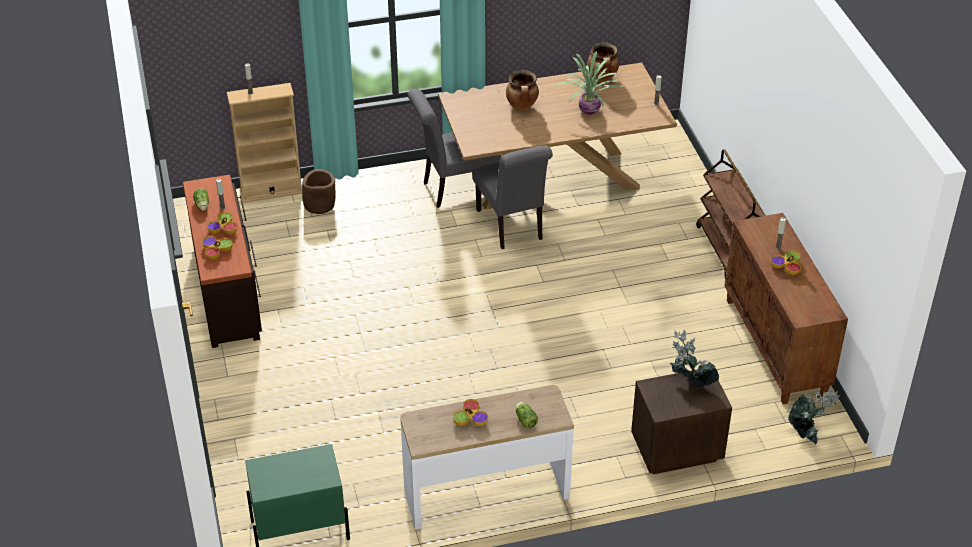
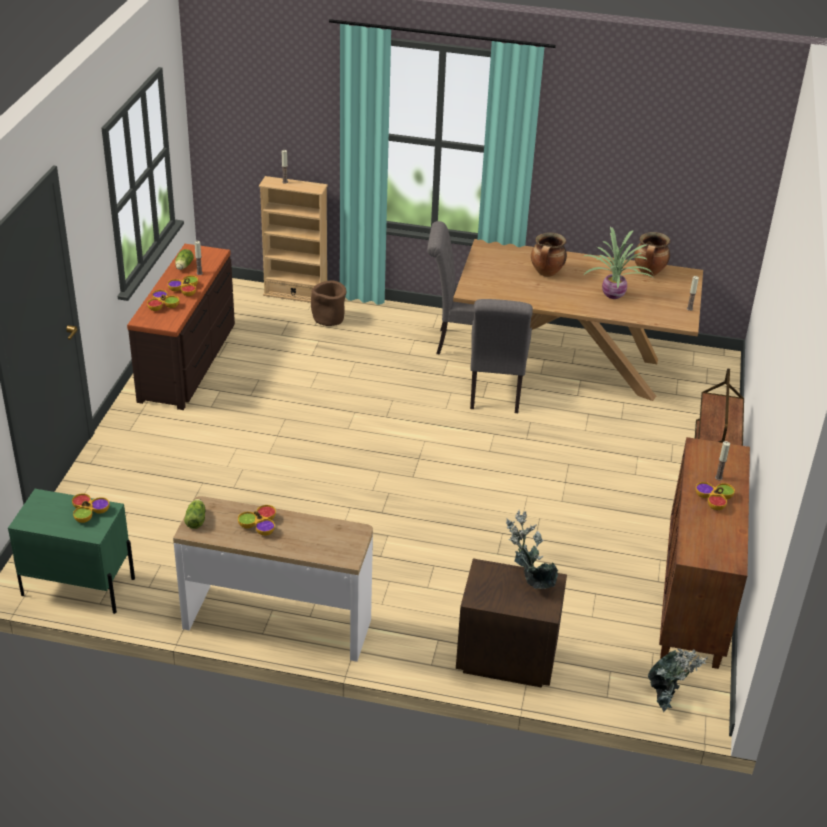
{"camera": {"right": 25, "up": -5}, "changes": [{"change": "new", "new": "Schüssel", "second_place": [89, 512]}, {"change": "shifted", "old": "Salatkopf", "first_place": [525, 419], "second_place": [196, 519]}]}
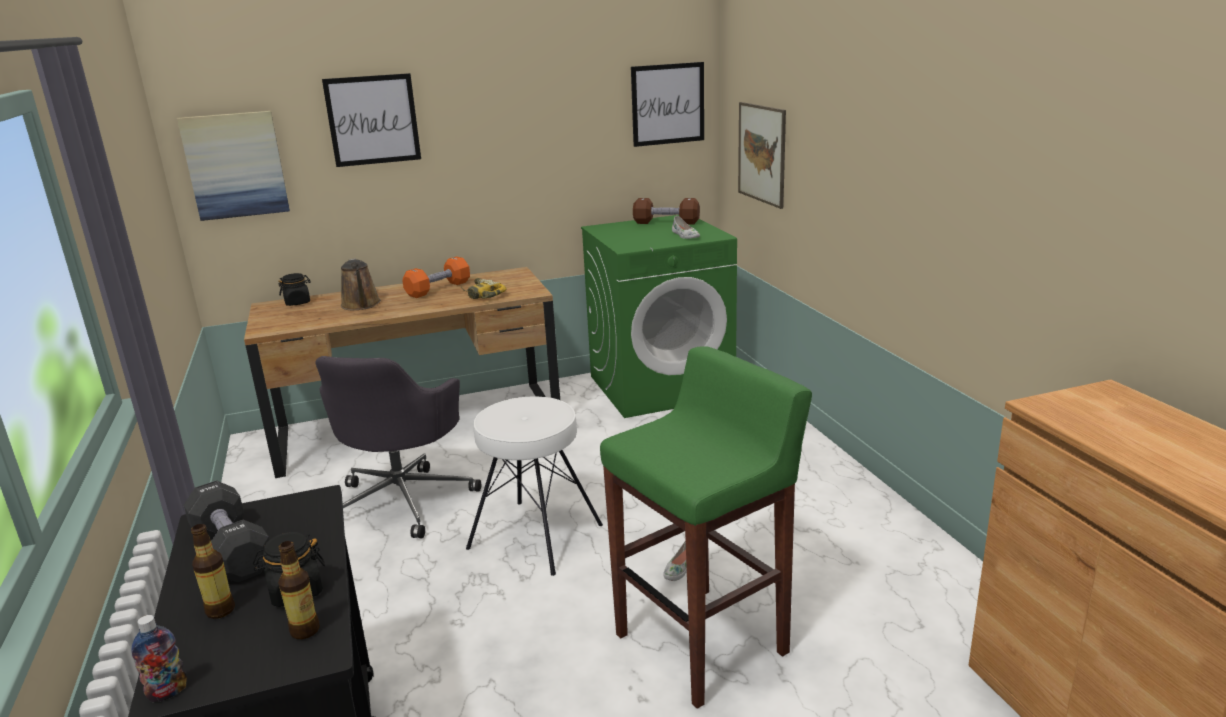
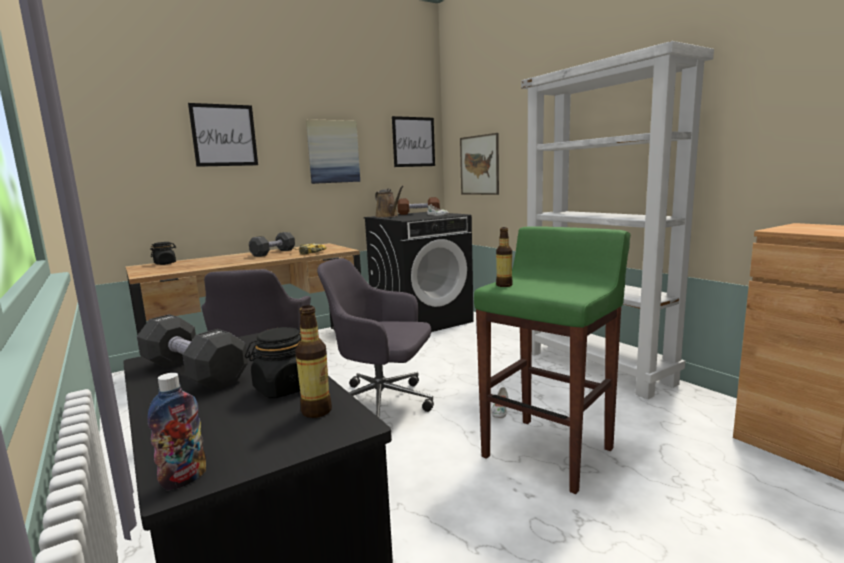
{"camera": {"right": -15, "up": -10}, "changes": [{"change": "repainted", "old": "Hantel [orange]", "new": "Hantel [schwarz]", "first_place": [438, 289], "second_place": [273, 253]}, {"change": "shifted", "old": "Bild", "first_place": [235, 165], "second_place": [333, 152]}, {"change": "swapped", "old": "Hocker [weiß]", "new": "Bürostuhl [grau]", "first_place": [535, 535], "second_place": [382, 406]}, {"change": "repainted", "old": "Waschmaschine [grün]", "new": "Waschmaschine [schwarz]", "first_place": [661, 386], "second_place": [421, 321]}, {"change": "shifted", "old": "Gießkanne [braun]", "first_place": [361, 305], "second_place": [388, 216]}, {"change": "shifted", "old": "Flasche", "first_place": [220, 610], "second_place": [504, 285]}, {"change": "new", "new": "Bücherregal [weiß]", "second_place": [597, 367]}]}
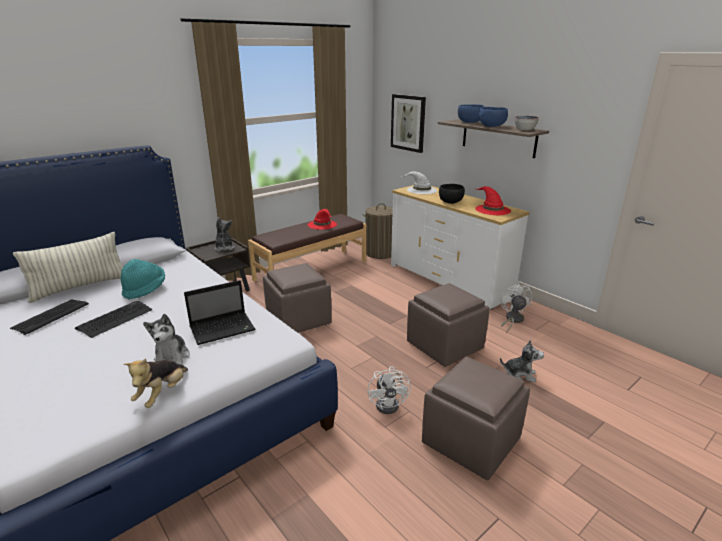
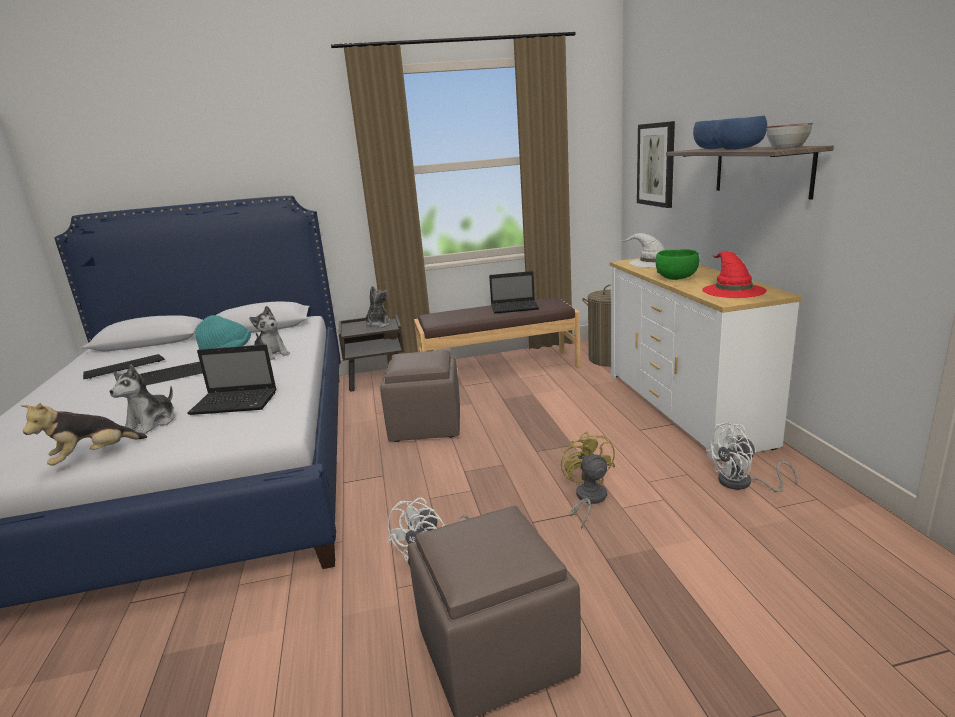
{"camera": {"right": 30, "up": -5}, "changes": [{"change": "shifted", "old": "Plüschtier", "first_place": [520, 374], "second_place": [271, 354]}, {"change": "swapped", "old": "Hut [rot]", "new": "Laptop", "first_place": [322, 224], "second_place": [515, 308]}, {"change": "swapped", "old": "Polsterhocker [braun]", "new": "Ventilator [gelb]", "first_place": [444, 346], "second_place": [588, 499]}, {"change": "repainted", "old": "Schüssel [schwarz]", "new": "Schüssel [grün]", "first_place": [451, 202], "second_place": [677, 278]}, {"change": "rotated", "old": "Ventilator [weiß]", "first_place": [512, 320], "second_place": [742, 483], "degrees": -135}, {"change": "gone", "old": "Kissen", "first_place": [80, 287]}]}
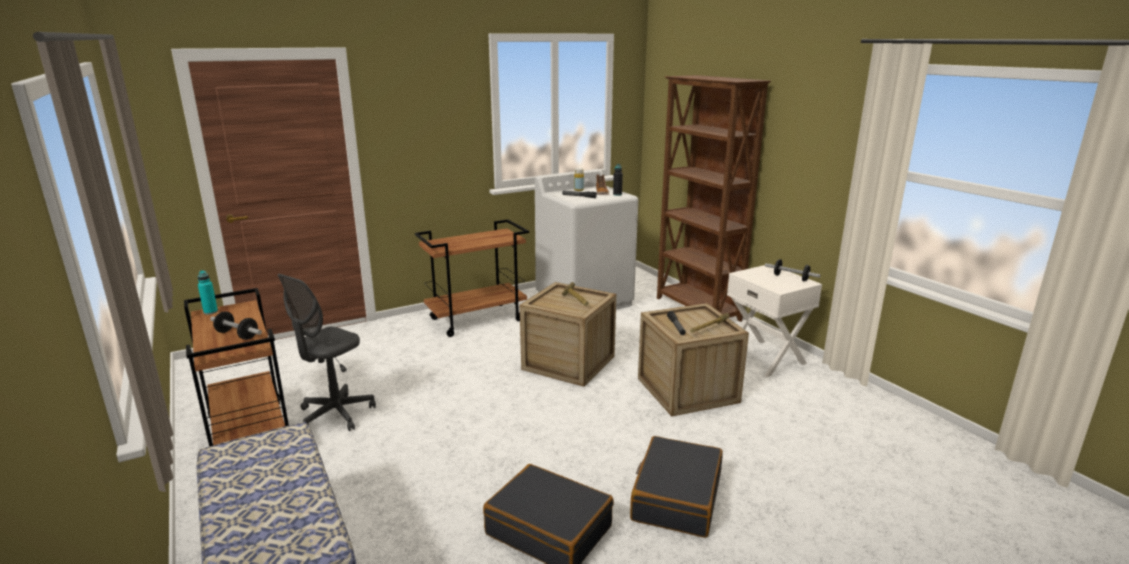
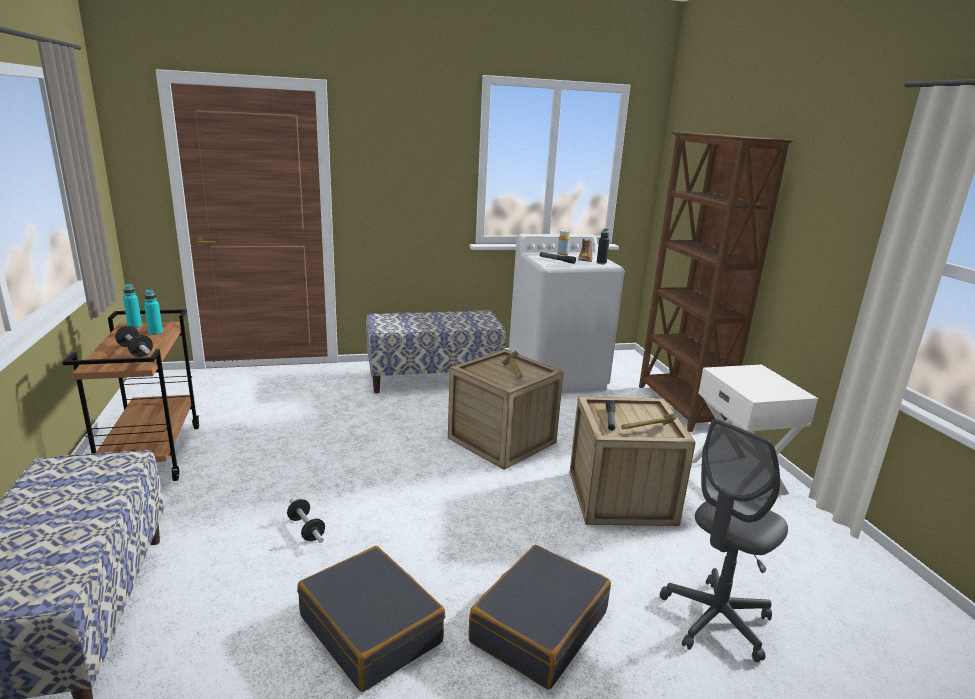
{"camera": {"right": 15, "up": 0}, "changes": [{"change": "new", "new": "Flasche [türkis]", "second_place": [155, 333]}, {"change": "shifted", "old": "Hantel", "first_place": [790, 278], "second_place": [306, 529]}, {"change": "swapped", "old": "Rollwagen [braun]", "new": "Bank", "first_place": [477, 319], "second_place": [434, 378]}, {"change": "shifted", "old": "Bürostuhl [grau]", "first_place": [335, 414], "second_place": [715, 620]}]}
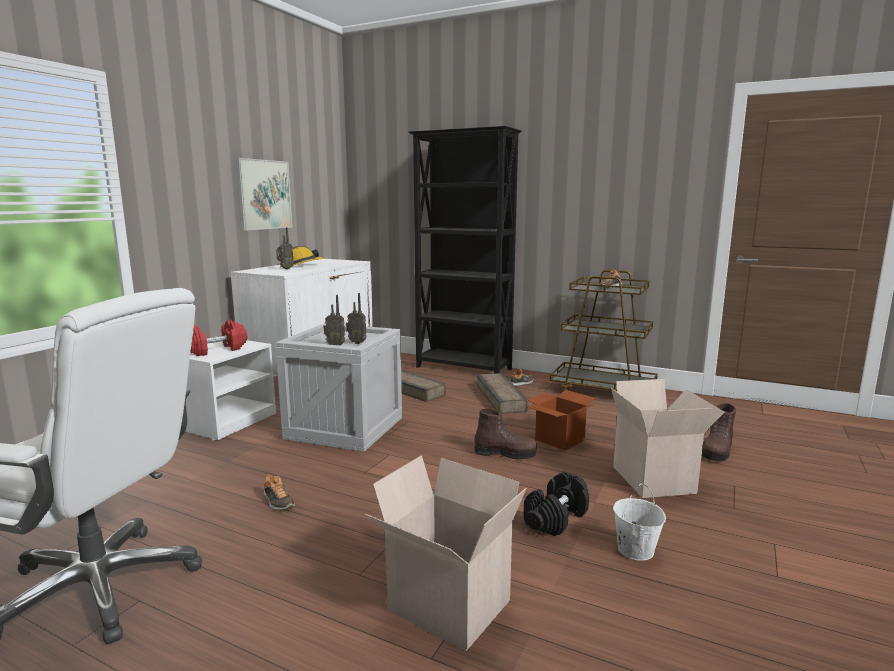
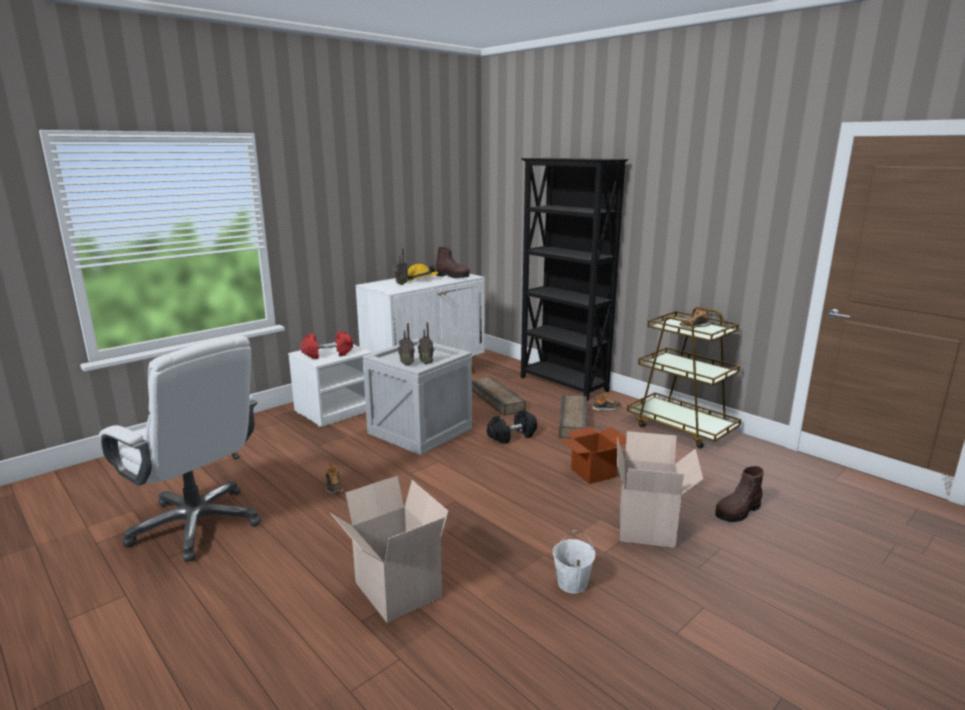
{"camera": {"right": 20, "up": 5}, "changes": [{"change": "shifted", "old": "Stiefel [braun]", "first_place": [505, 453], "second_place": [452, 276]}, {"change": "shifted", "old": "Hantel [schwarz]", "first_place": [556, 518], "second_place": [512, 436]}, {"change": "gone", "old": "Bild", "first_place": [264, 194]}]}
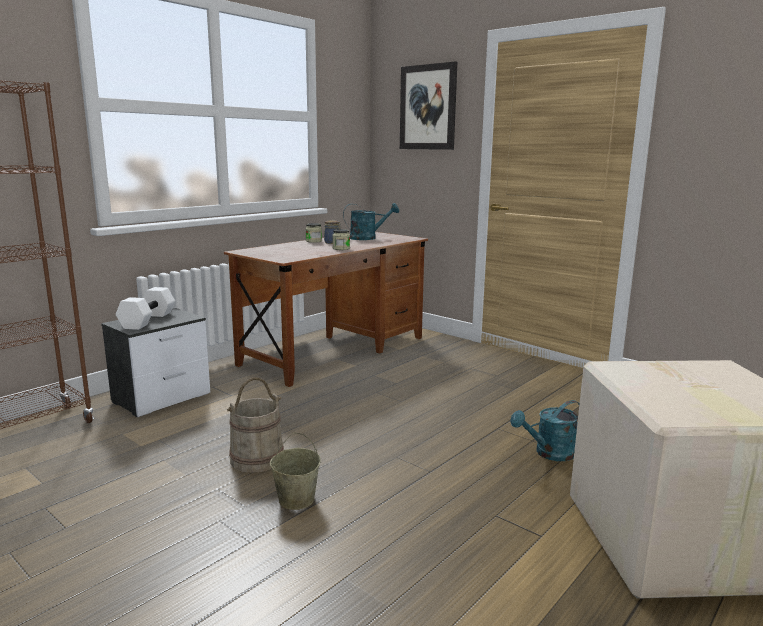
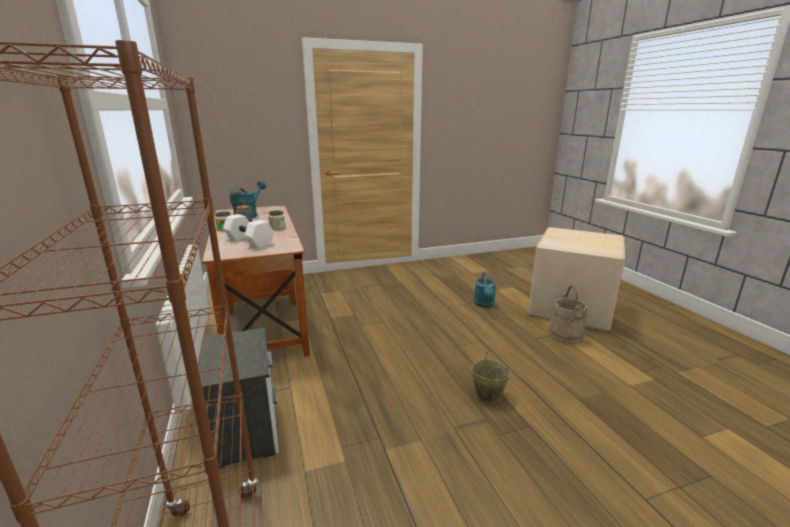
{"camera": {"right": -60, "up": 5}, "changes": [{"change": "shifted", "old": "Hantel [weiß]", "first_place": [147, 320], "second_place": [248, 241]}, {"change": "shifted", "old": "Eimer [beige]", "first_place": [257, 458], "second_place": [565, 335]}, {"change": "gone", "old": "Bild", "first_place": [428, 107]}]}
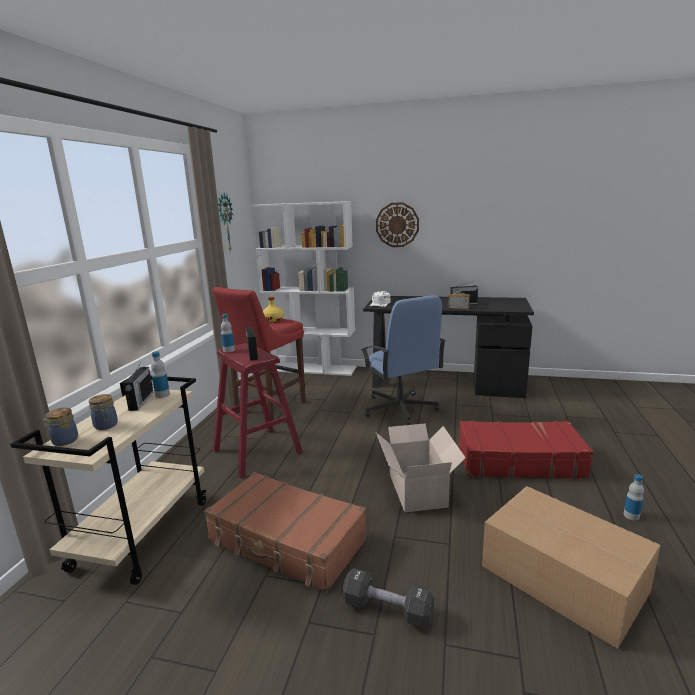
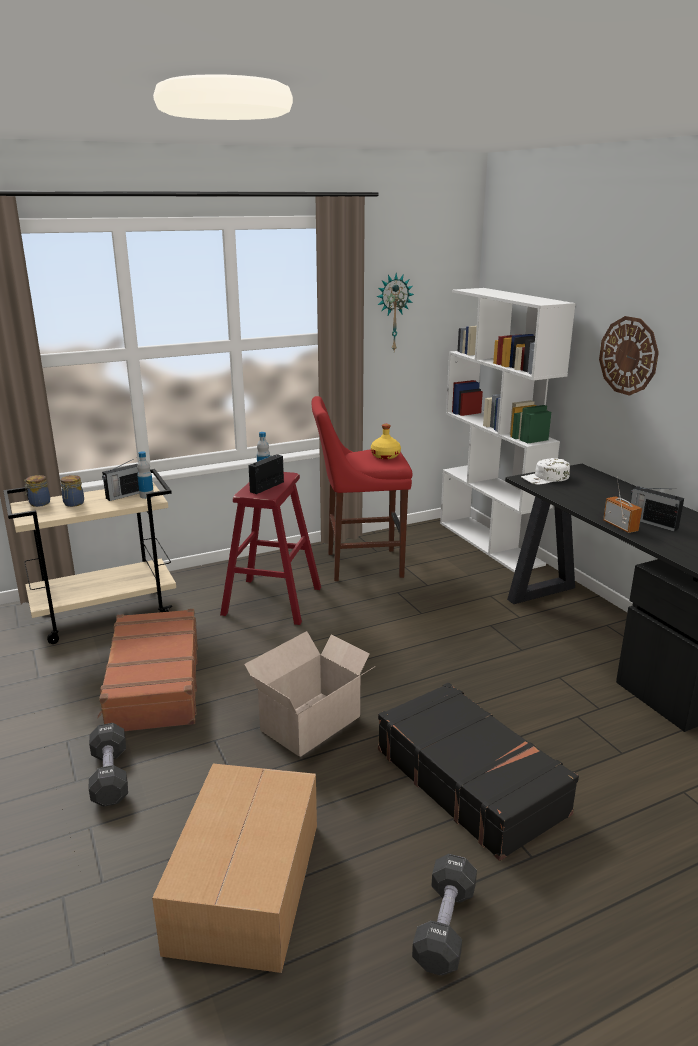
{"camera": {"right": 50, "up": 5}, "changes": [{"change": "repainted", "old": "Koffer [rot]", "new": "Koffer [schwarz]", "first_place": [518, 461], "second_place": [470, 780]}, {"change": "swapped", "old": "Flasche", "new": "Hantel [schwarz]", "first_place": [631, 515], "second_place": [445, 926]}, {"change": "gone", "old": "Bürostuhl [blau]", "first_place": [400, 409]}]}
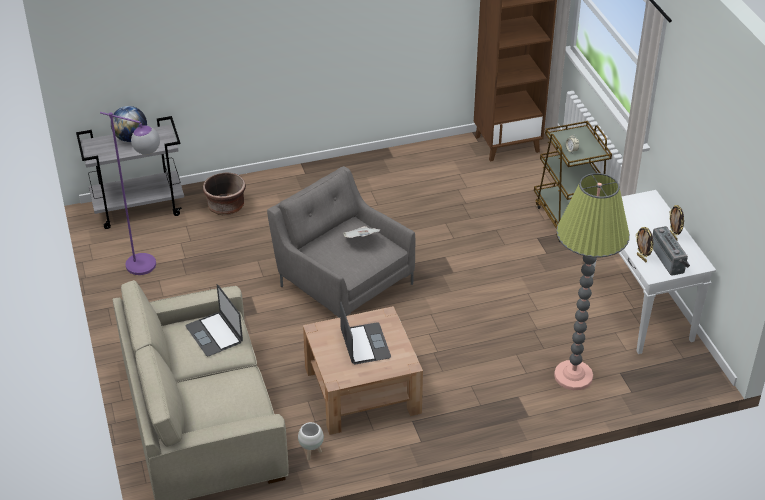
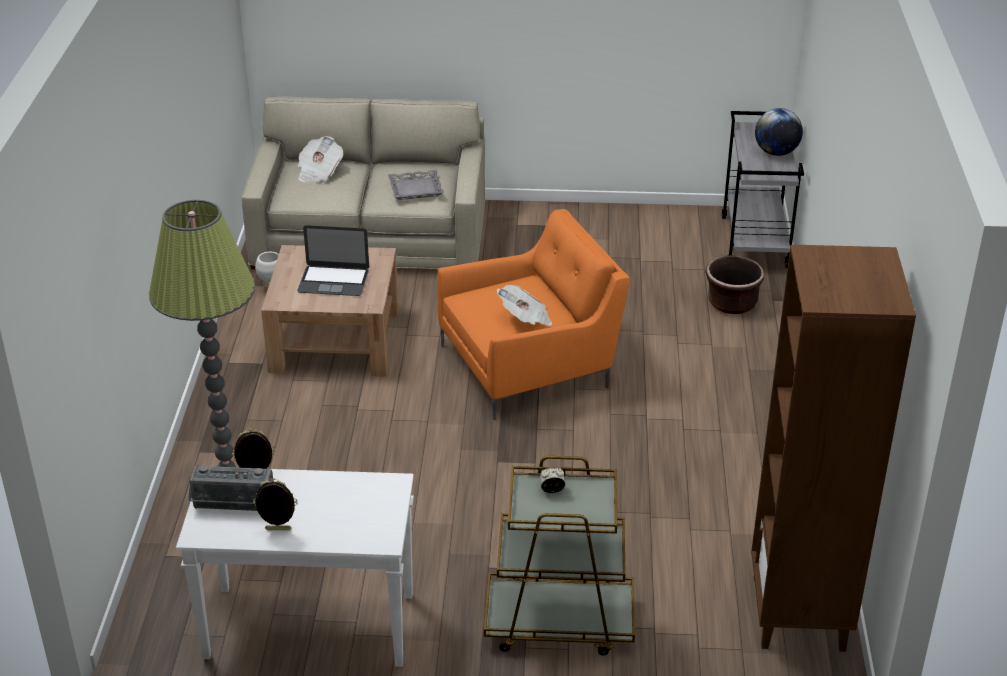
{"camera": {"right": 110, "up": -5}, "changes": [{"change": "new", "new": "Zeitung", "second_place": [318, 172]}, {"change": "swapped", "old": "Laptop", "new": "Tablett [grau]", "first_place": [214, 334], "second_place": [415, 189]}, {"change": "repainted", "old": "Sessel [grau]", "new": "Sessel [orange]", "first_place": [343, 282], "second_place": [530, 364]}, {"change": "gone", "old": "Stehlampe [lila]", "first_place": [151, 267]}]}
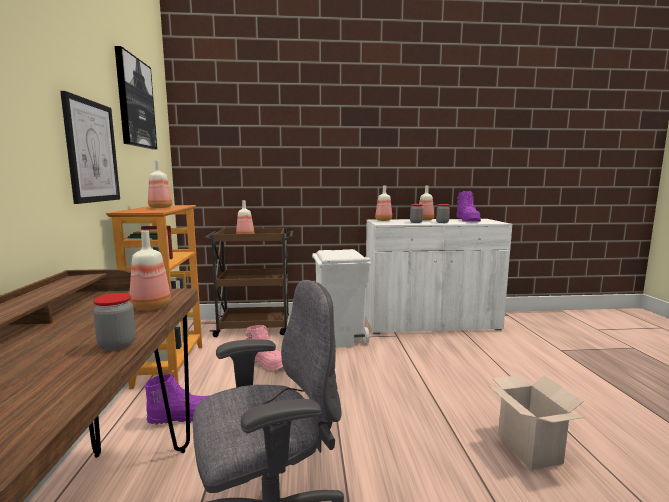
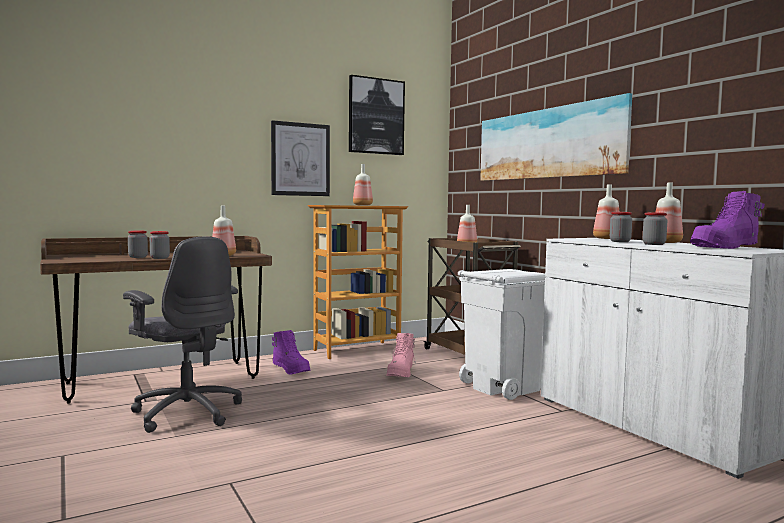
{"camera": {"right": 65, "up": -5}, "changes": [{"change": "new", "new": "Vorratsglas", "second_place": [138, 257]}, {"change": "new", "new": "Bild", "second_place": [548, 143]}, {"change": "gone", "old": "Karton", "first_place": [526, 448]}]}
